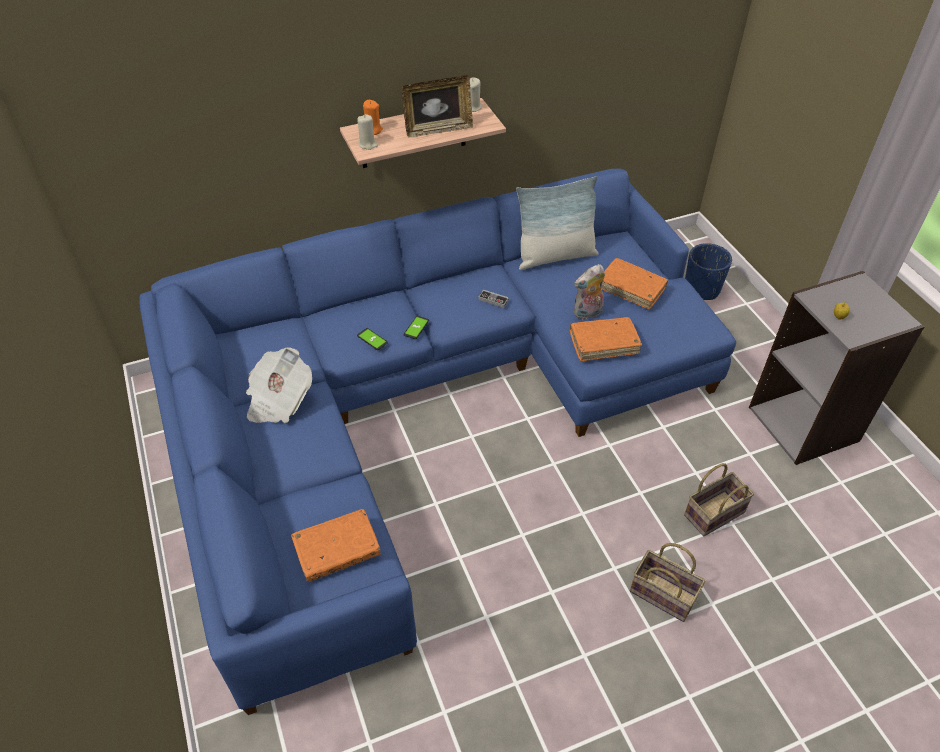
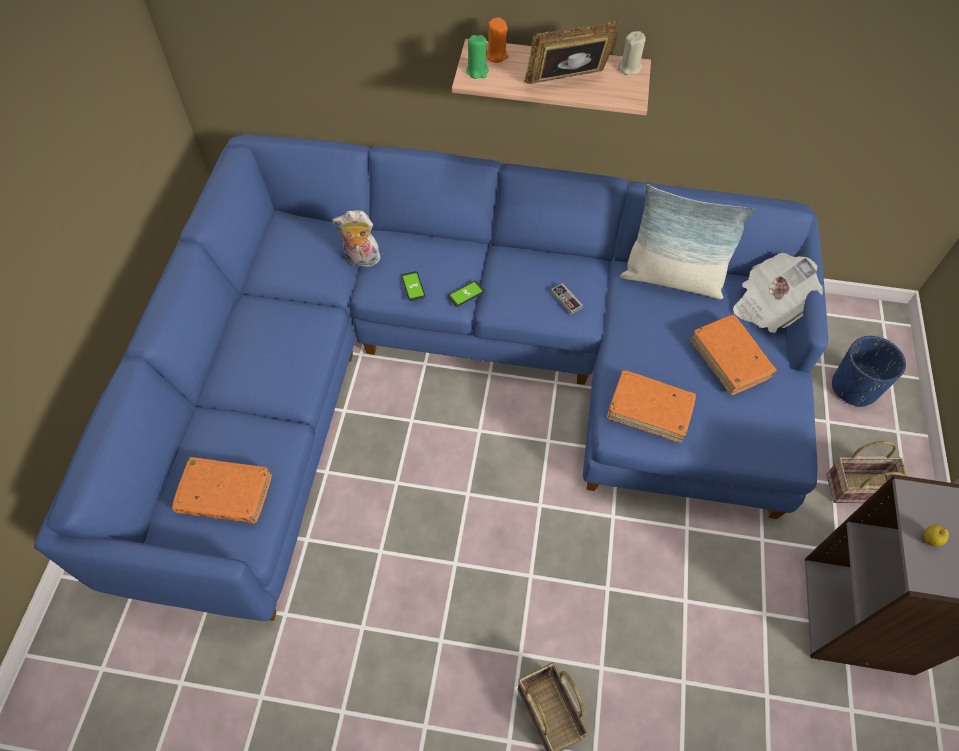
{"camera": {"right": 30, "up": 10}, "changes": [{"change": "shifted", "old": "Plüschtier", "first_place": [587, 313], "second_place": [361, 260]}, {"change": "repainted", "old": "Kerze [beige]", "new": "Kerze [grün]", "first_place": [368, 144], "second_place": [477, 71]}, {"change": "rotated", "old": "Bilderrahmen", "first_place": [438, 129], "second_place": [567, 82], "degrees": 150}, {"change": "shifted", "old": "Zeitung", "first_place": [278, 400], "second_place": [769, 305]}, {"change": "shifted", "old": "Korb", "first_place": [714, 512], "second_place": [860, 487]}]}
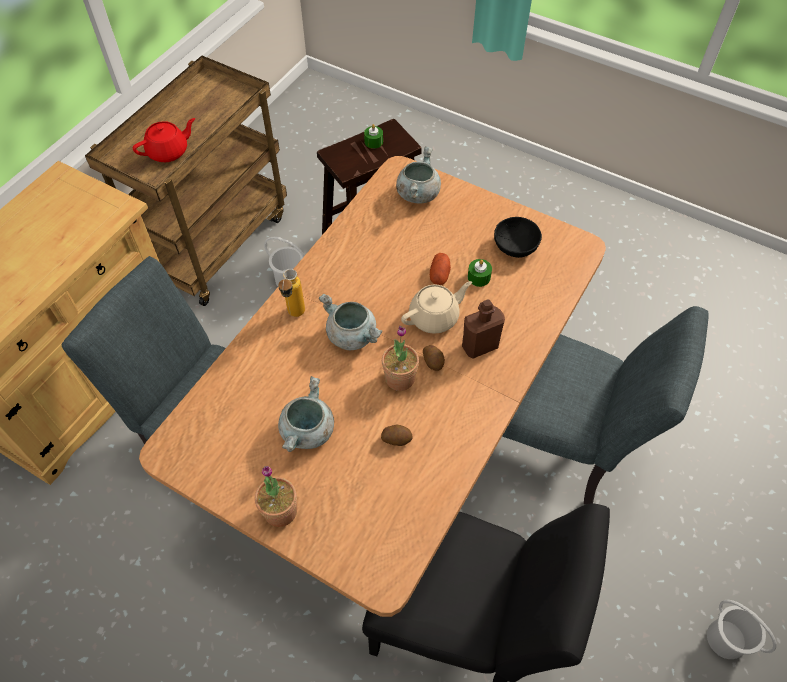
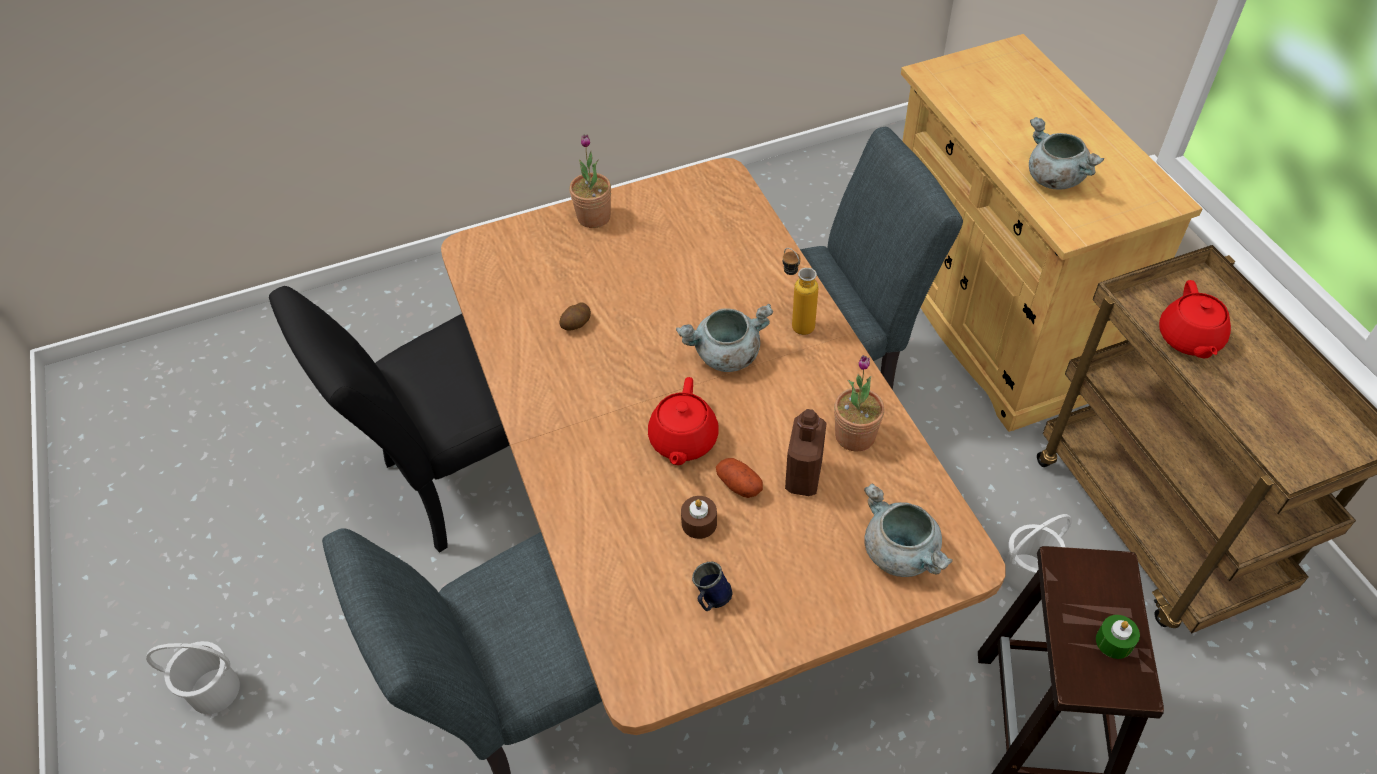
{"camera": {"right": 130, "up": -5}, "changes": [{"change": "repainted", "old": "Teekanne [beige]", "new": "Teekanne [rot]", "first_place": [435, 317], "second_place": [683, 441]}, {"change": "repainted", "old": "Kerze [grün]", "new": "Kerze [braun]", "first_place": [479, 277], "second_place": [699, 523]}, {"change": "swapped", "old": "Schüssel [schwarz]", "new": "Henkelbecher [blau]", "first_place": [514, 247], "second_place": [710, 599]}, {"change": "shifted", "old": "Flasche [braun]", "first_place": [480, 346], "second_place": [803, 476]}, {"change": "shifted", "old": "Topfpflanze", "first_place": [400, 378], "second_place": [855, 436]}, {"change": "shifted", "old": "Kochtopf [grau]", "first_place": [308, 432], "second_place": [1053, 178]}, {"change": "gone", "old": "Kartoffel", "first_place": [433, 362]}]}
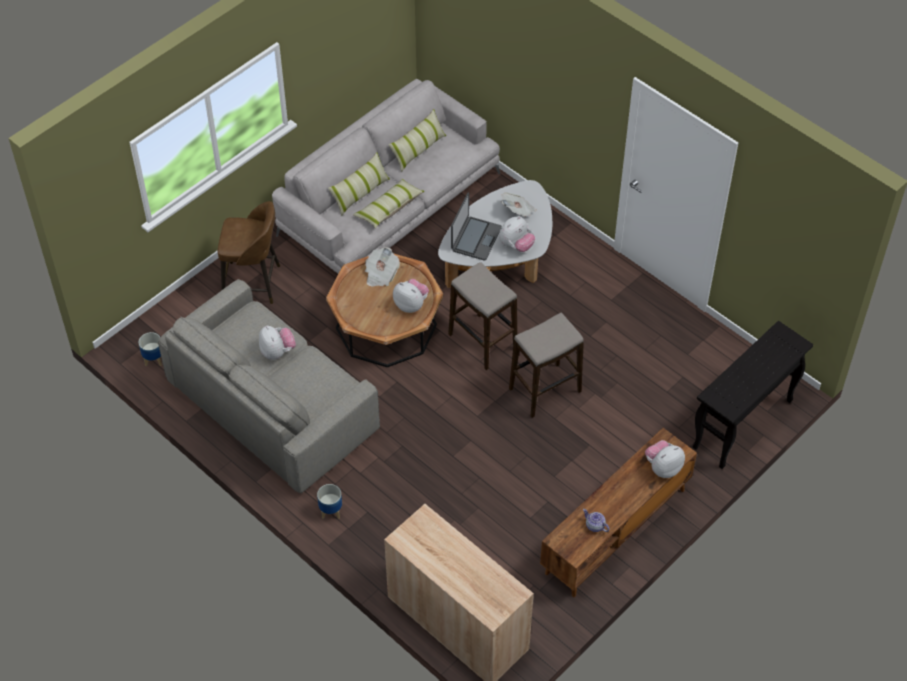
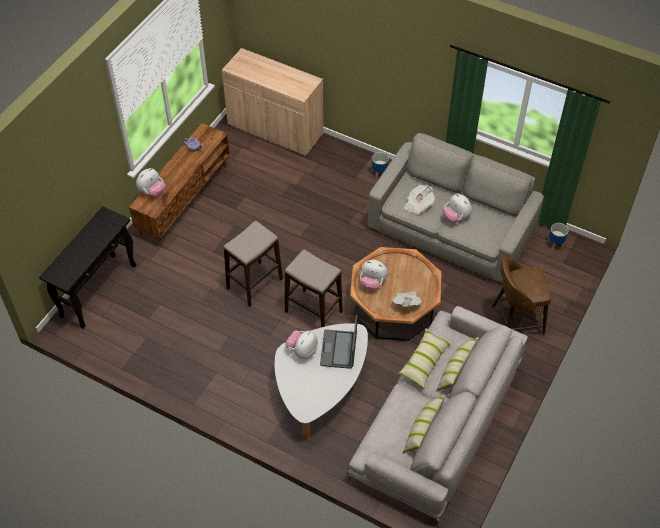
{"camera": {"right": 165, "up": 0}, "changes": [{"change": "shifted", "old": "Zeitung", "first_place": [518, 211], "second_place": [418, 205]}]}
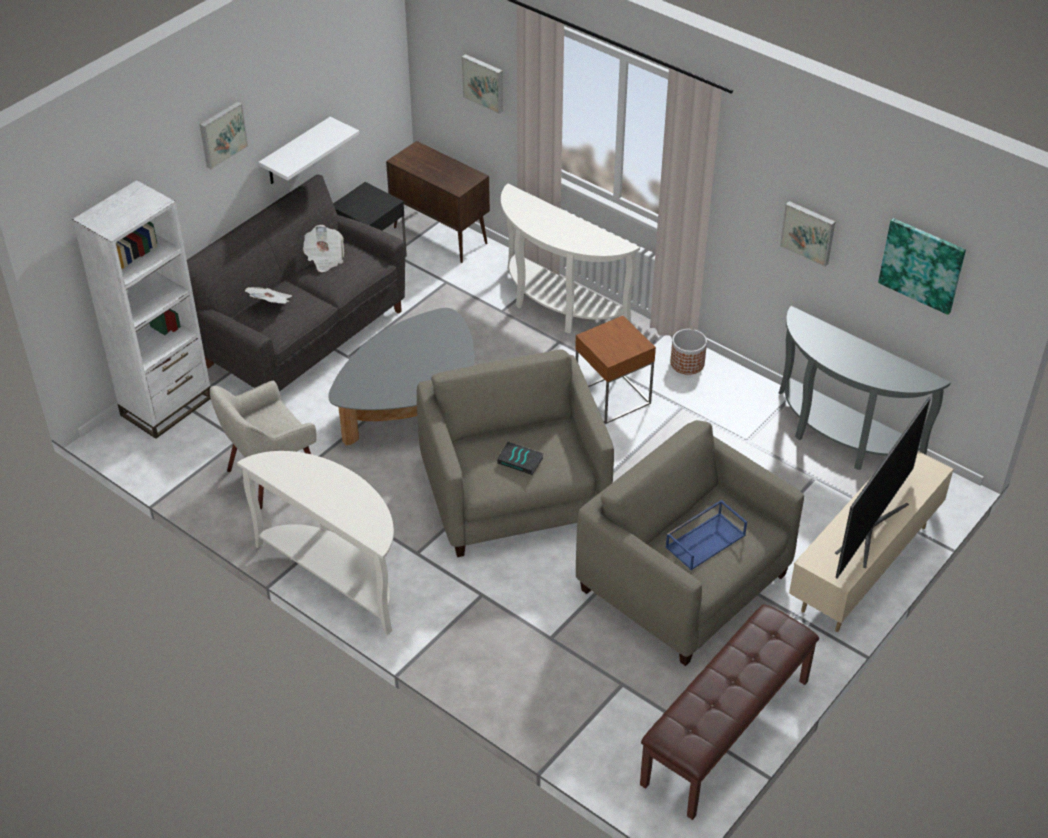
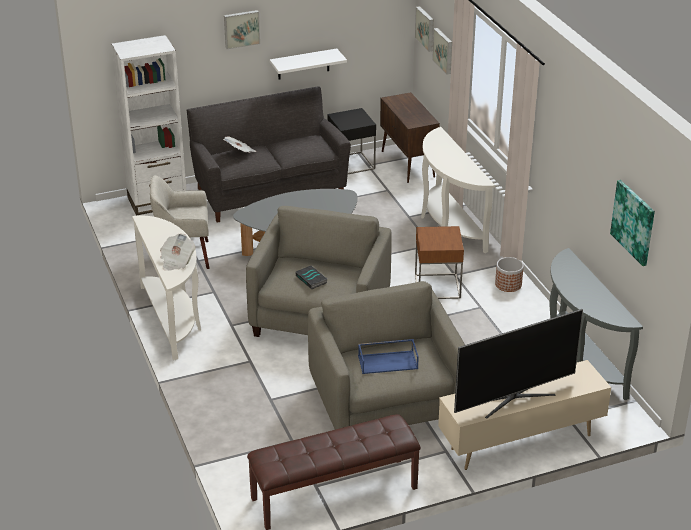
{"camera": {"right": 30, "up": -10}, "changes": [{"change": "shifted", "old": "Zeitung", "first_place": [324, 258], "second_place": [176, 261]}, {"change": "shifted", "old": "Bild", "first_place": [808, 232], "second_place": [426, 28]}]}
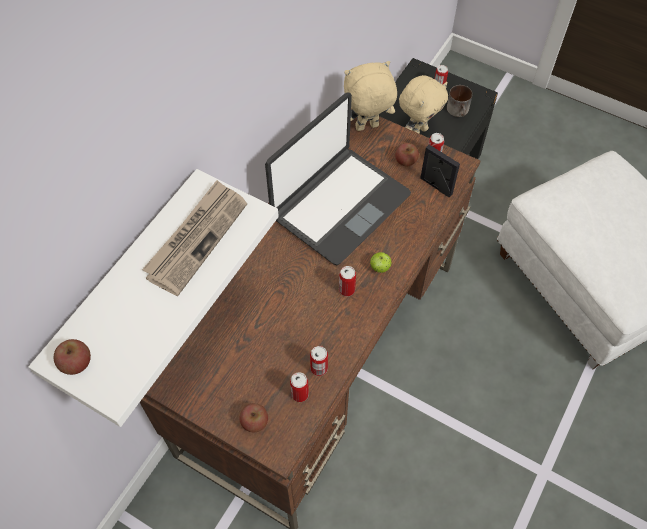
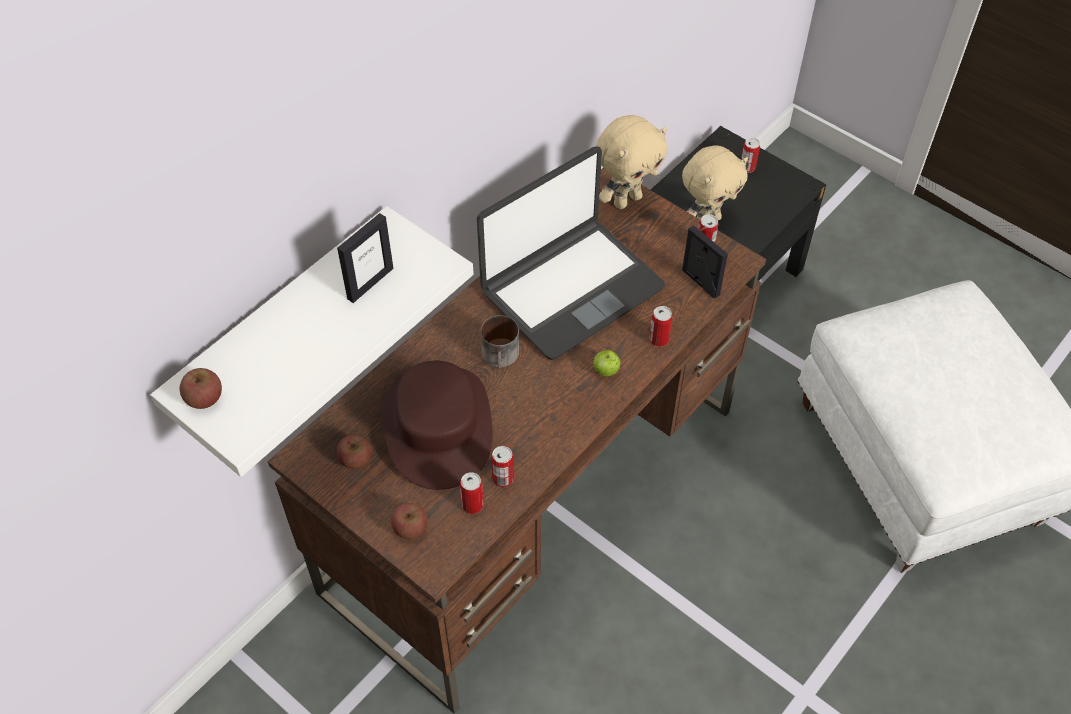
{"camera": {"right": 10, "up": -5}, "changes": [{"change": "swapped", "old": "Zeitung", "new": "Bilderrahmen", "first_place": [196, 238], "second_place": [370, 283]}, {"change": "shifted", "old": "Apfel", "first_place": [405, 161], "second_place": [355, 459]}, {"change": "new", "new": "Hut [braun]", "second_place": [438, 426]}, {"change": "shifted", "old": "Henkelbecher", "first_place": [459, 111], "second_place": [502, 357]}, {"change": "rotated", "old": "Plüschtier [beige]", "first_place": [367, 128], "second_place": [627, 200], "degrees": 150}, {"change": "shifted", "old": "Dose", "first_place": [346, 289], "second_place": [659, 339]}]}
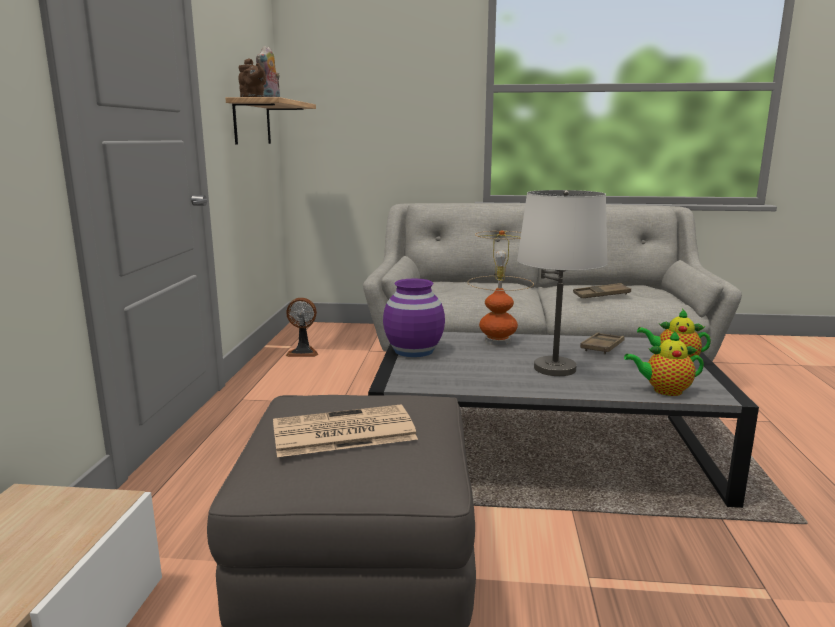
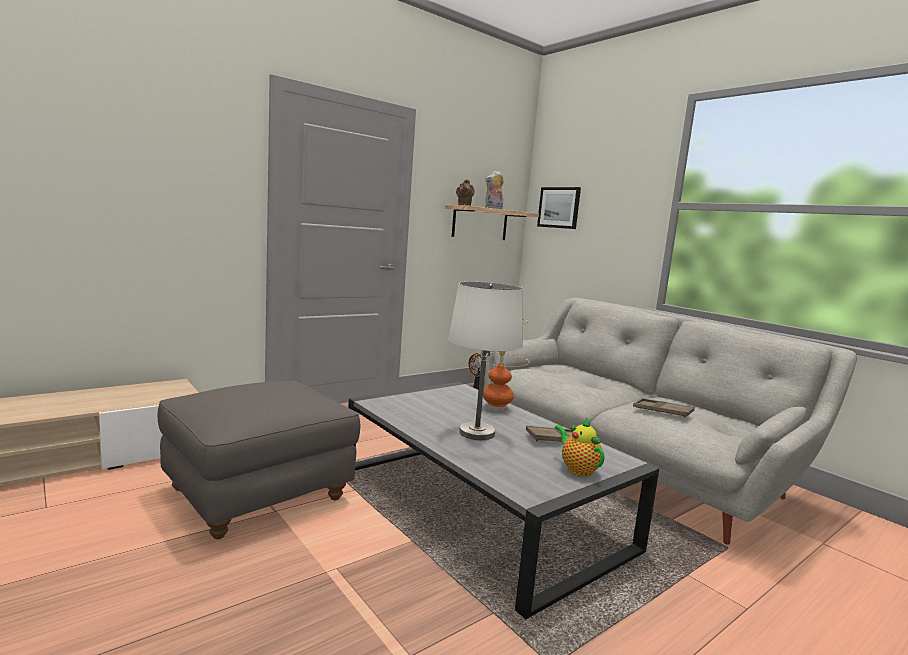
{"camera": {"right": 45, "up": -5}, "changes": [{"change": "new", "new": "Bild", "second_place": [559, 207]}, {"change": "gone", "old": "Zeitung", "first_place": [341, 432]}, {"change": "gone", "old": "Vase [lila]", "first_place": [414, 350]}, {"change": "gone", "old": "Teekanne", "first_place": [664, 390]}]}
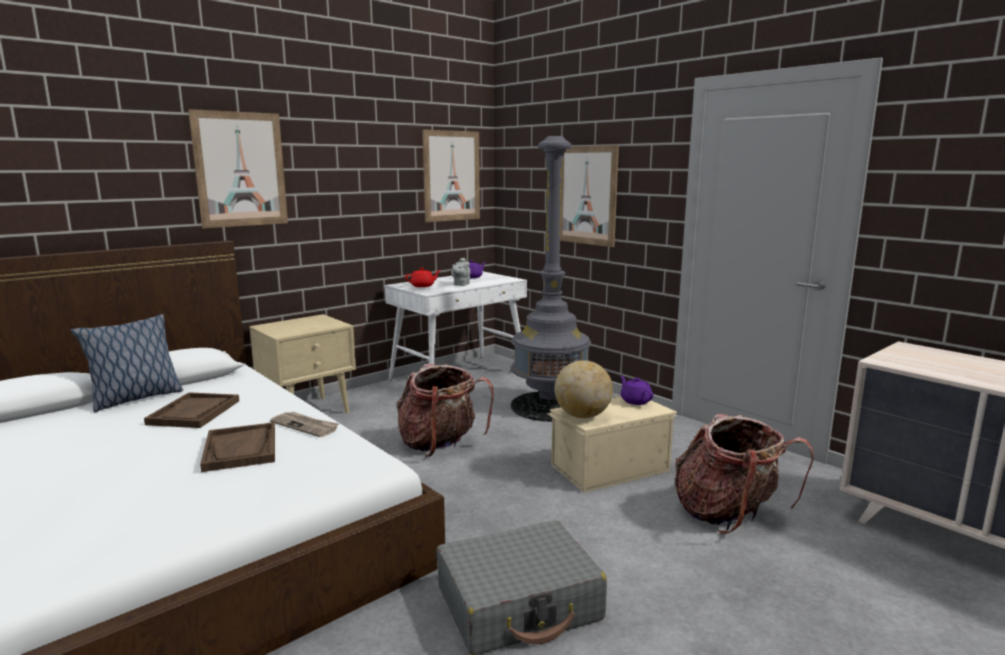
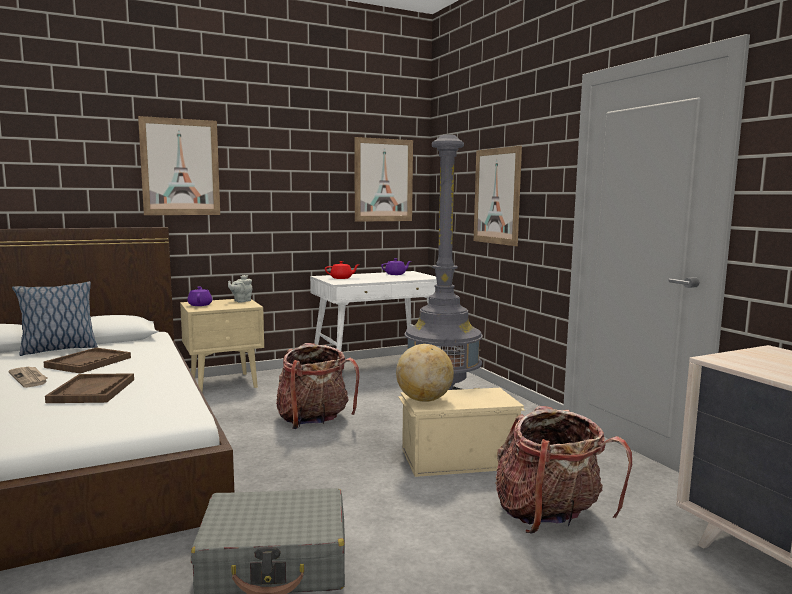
{"camera": {"right": 15, "up": -5}, "changes": [{"change": "shifted", "old": "Zeitung", "first_place": [305, 426], "second_place": [29, 378]}, {"change": "shifted", "old": "Teekanne [lila]", "first_place": [635, 401], "second_place": [200, 305]}, {"change": "shifted", "old": "Teekanne [grau]", "first_place": [461, 284], "second_place": [241, 301]}]}
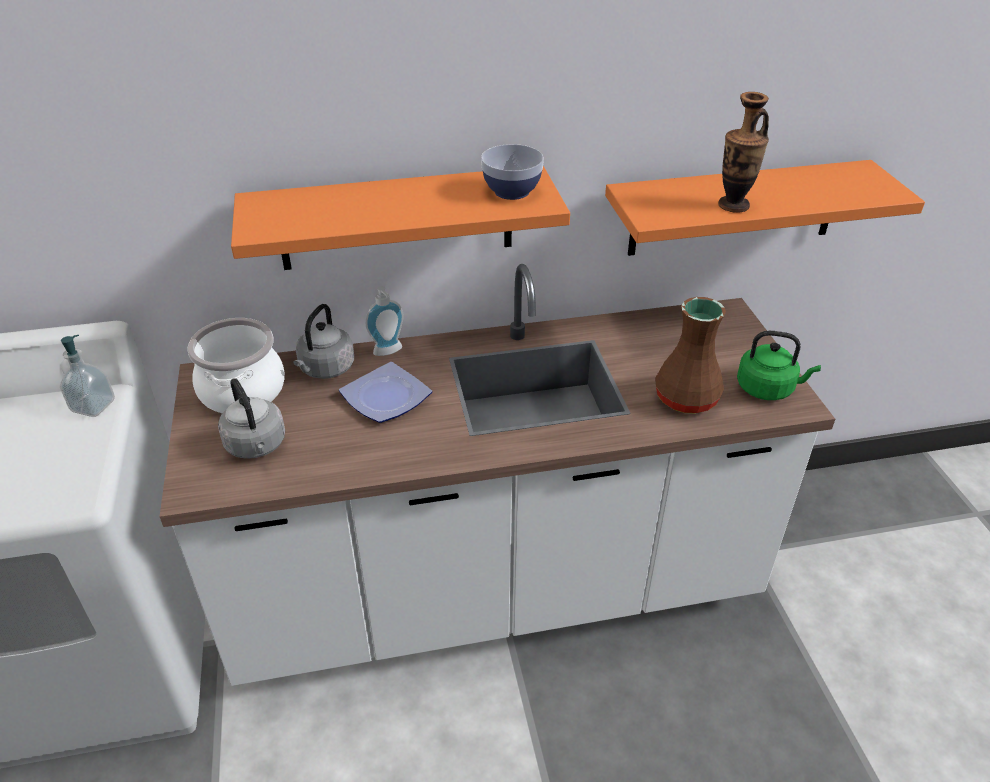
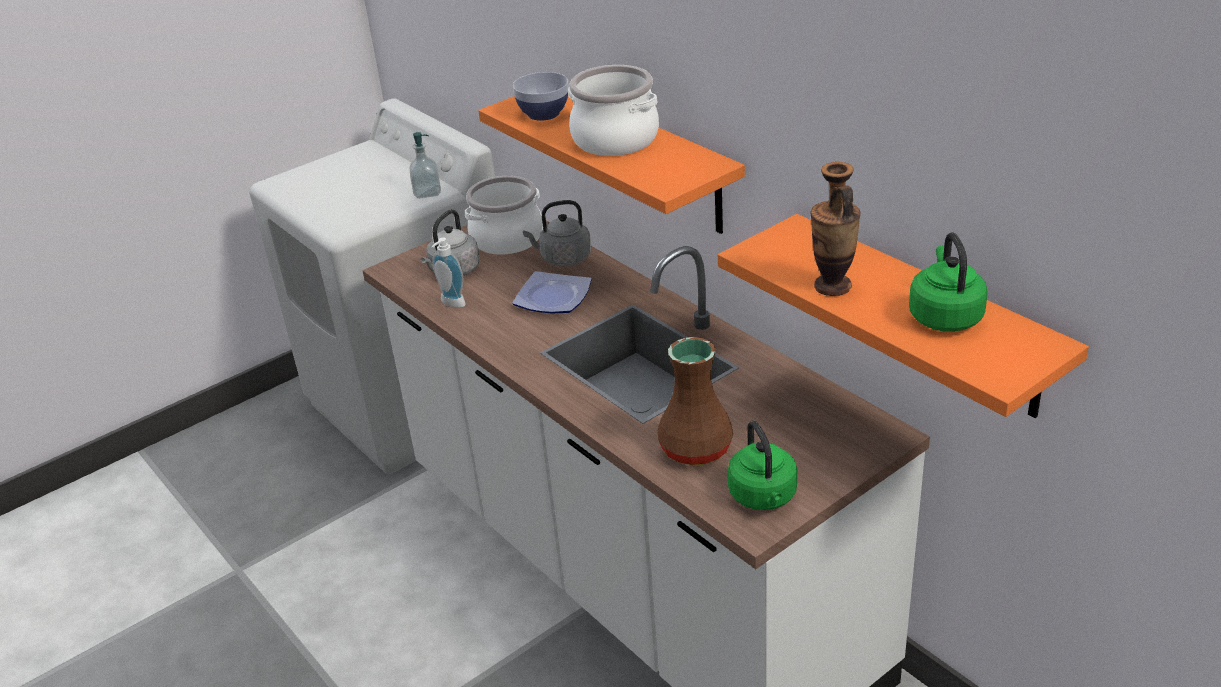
{"camera": {"right": 65, "up": -5}, "changes": [{"change": "shifted", "old": "Seifenspender", "first_place": [389, 352], "second_place": [450, 304]}, {"change": "shifted", "old": "Schüssel", "first_place": [512, 191], "second_place": [543, 114]}, {"change": "new", "new": "Kochtopf", "second_place": [614, 140]}, {"change": "new", "new": "Wasserkessel [grün]", "second_place": [944, 316]}]}
